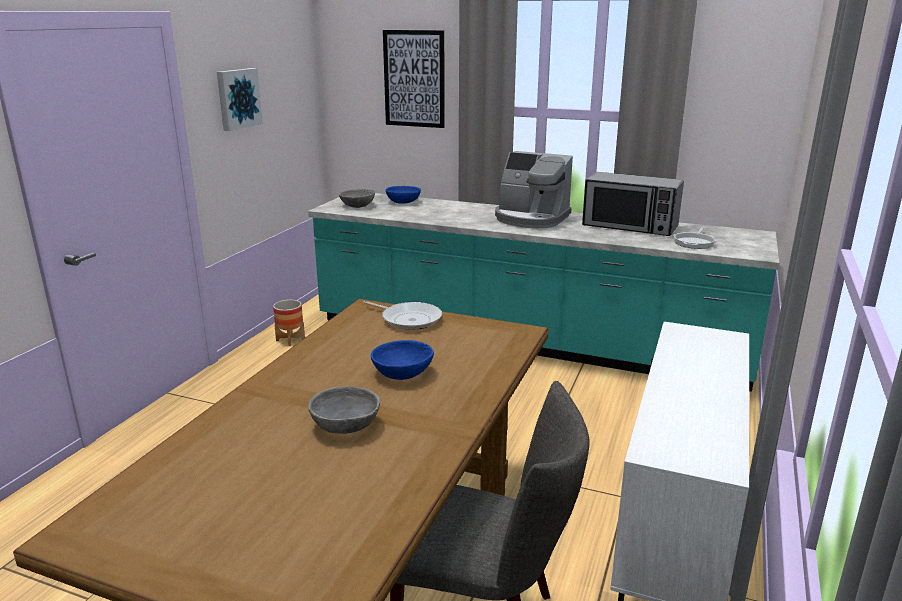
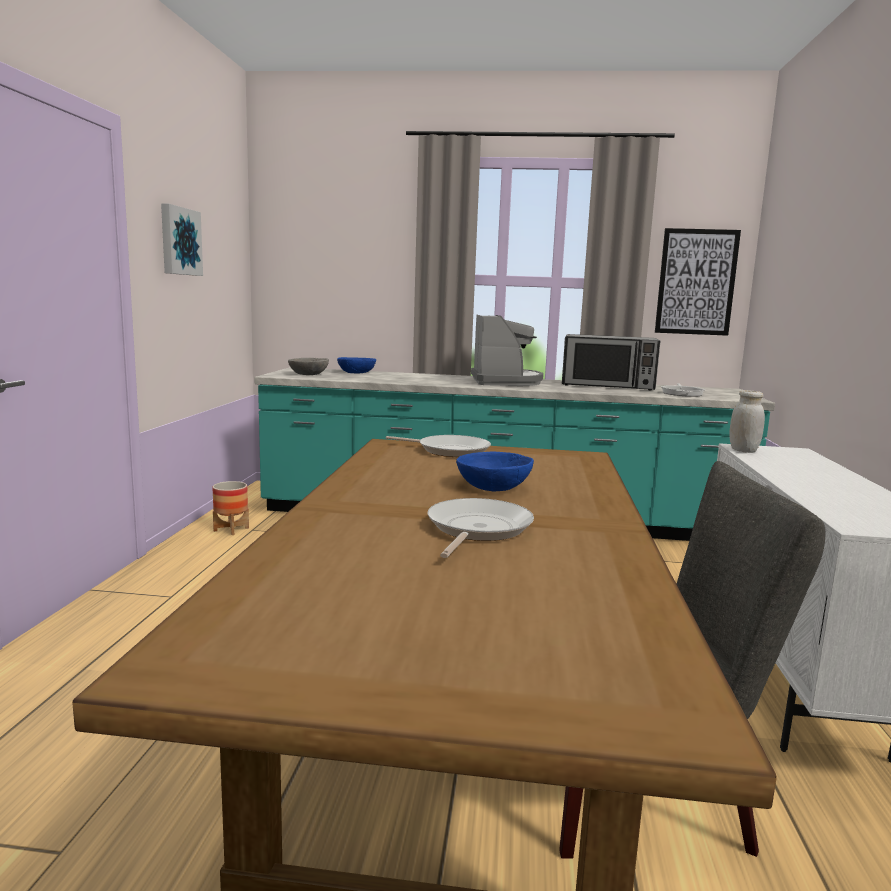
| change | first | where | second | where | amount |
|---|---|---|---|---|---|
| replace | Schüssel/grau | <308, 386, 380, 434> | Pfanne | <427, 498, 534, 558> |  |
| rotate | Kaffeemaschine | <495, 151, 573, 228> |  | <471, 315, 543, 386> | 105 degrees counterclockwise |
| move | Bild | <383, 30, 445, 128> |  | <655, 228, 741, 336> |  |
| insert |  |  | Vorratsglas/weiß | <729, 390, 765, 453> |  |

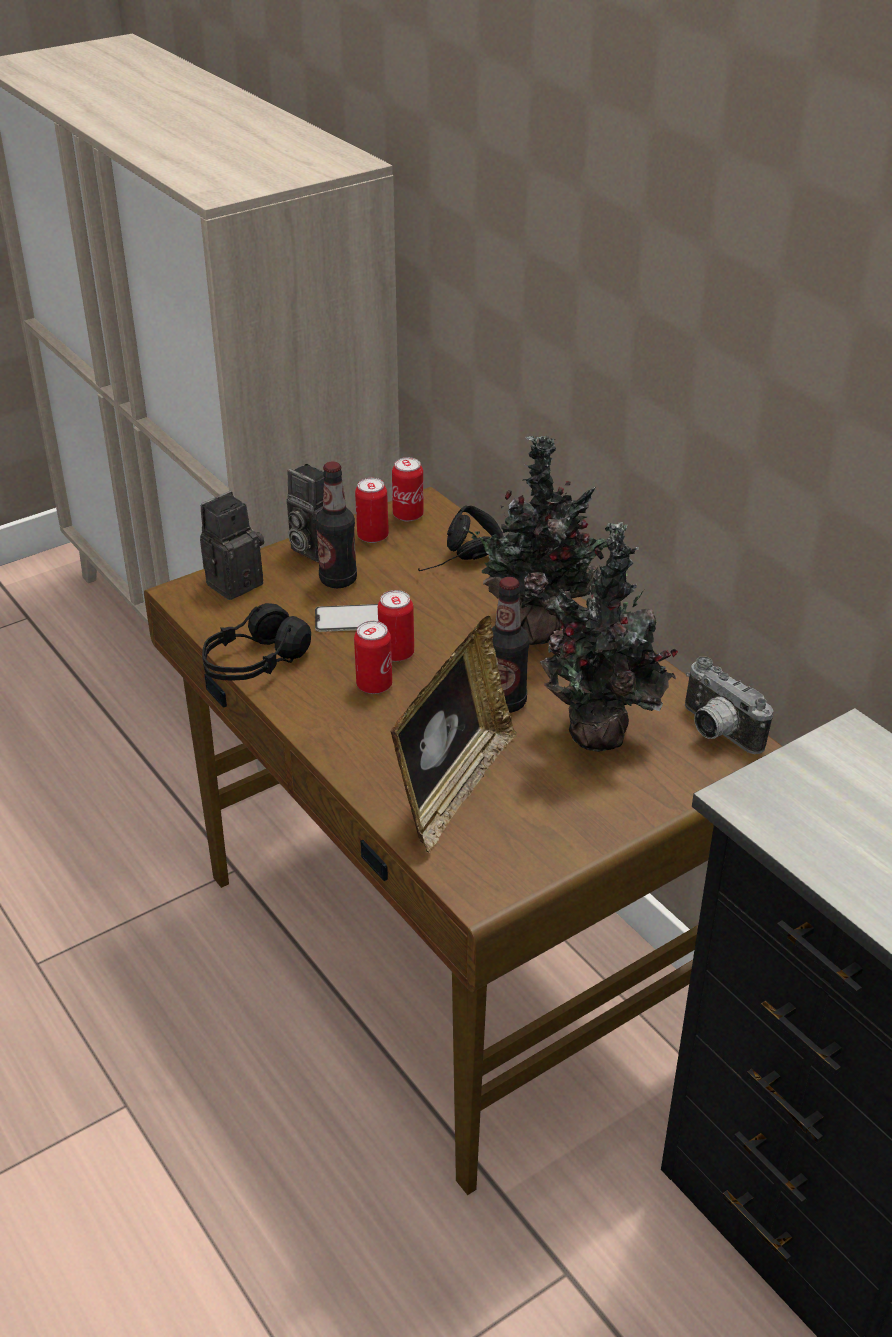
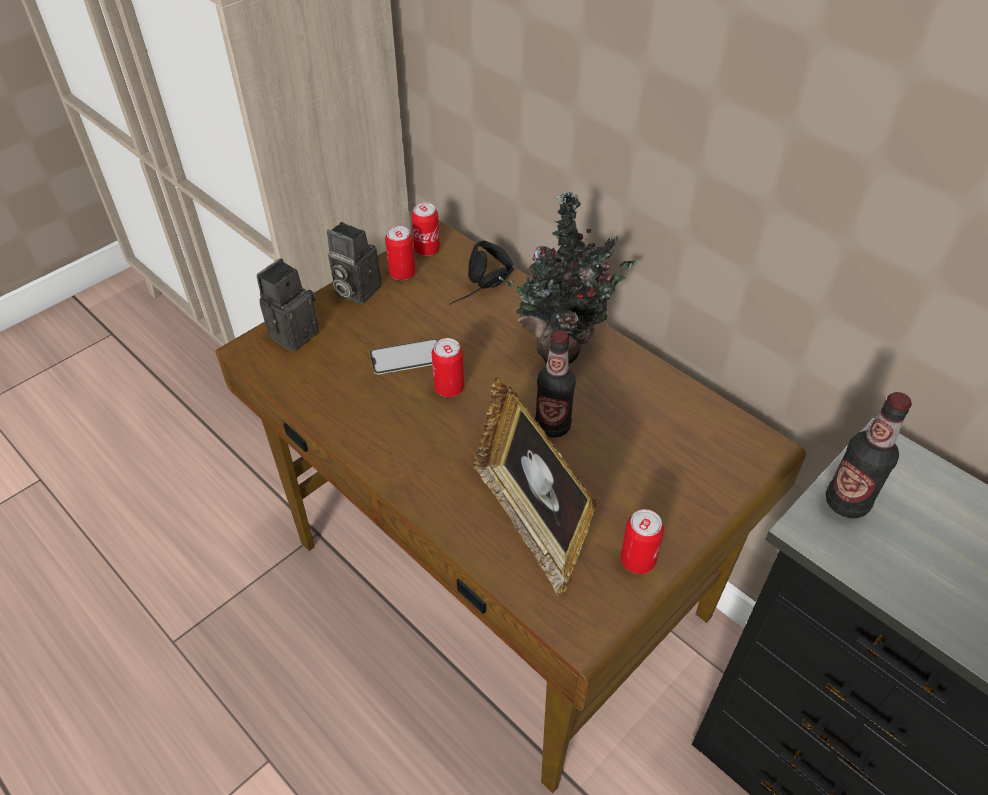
| change | first | where | second | where | amount |
|---|---|---|---|---|---|
| rotate | Bilderrahmen | <390, 616, 517, 853> |  | <473, 377, 598, 598> | 135 degrees clockwise |
| move | Dose | <354, 621, 392, 694> |  | <620, 509, 664, 574> |  |
| move | Flasche | <316, 461, 357, 588> |  | <826, 392, 912, 518> |  |
| delete | Kopfhörer/schwarz | <202, 603, 311, 680> |  |  |  |
| delete | Topfpflanze | <540, 522, 678, 752> |  |  |  |
| delete | Kamera | <685, 656, 773, 754> |  |  |  |

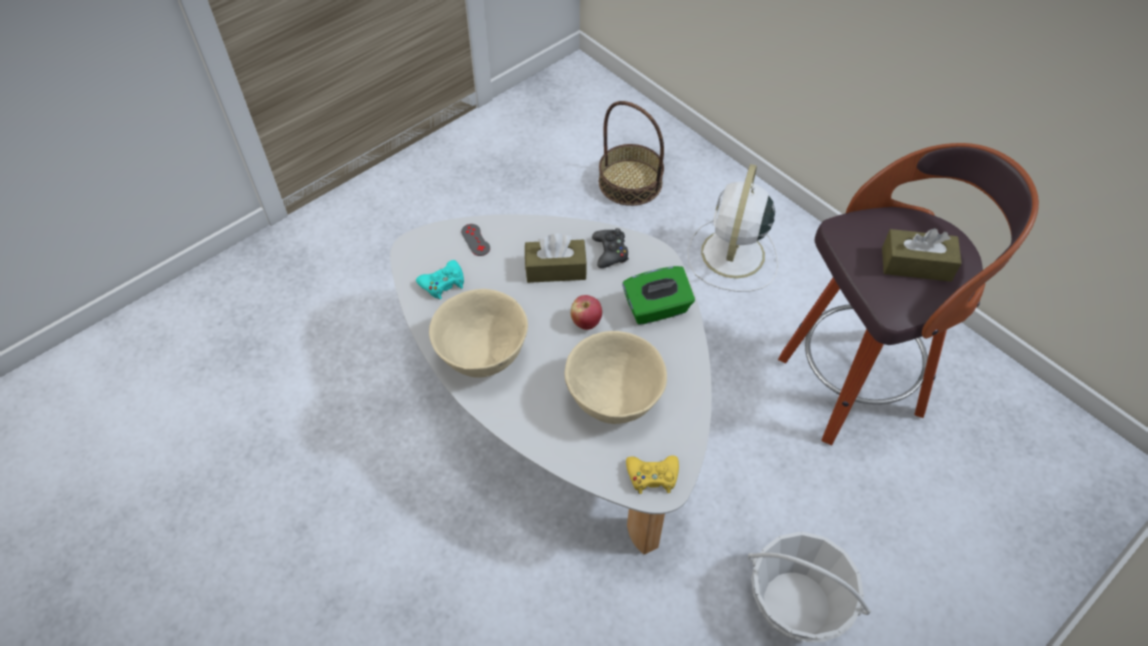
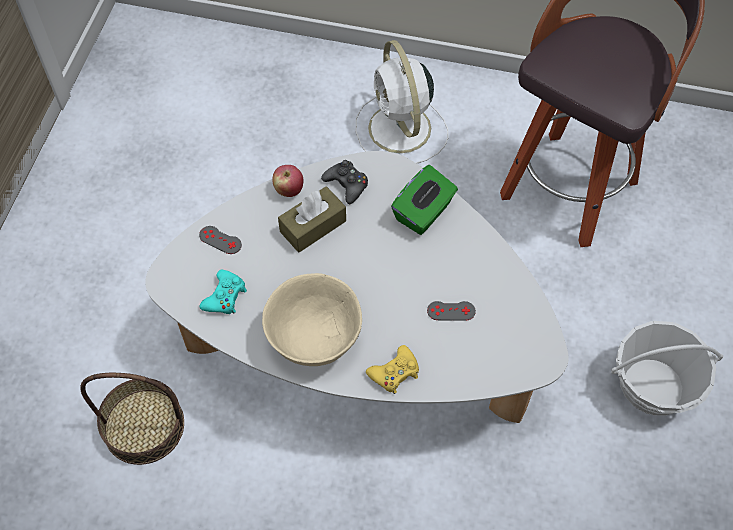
| change | first | where | second | where | amount |
|---|---|---|---|---|---|
| move | Korb | <599, 101, 664, 206> |  | <80, 373, 184, 465> |  |
| move | Apfel | <571, 295, 602, 330> |  | <273, 165, 303, 197> |  |
| move | Gamepad/gelb | <626, 456, 679, 494> |  | <366, 345, 419, 394> |  |
| replace | Schüssel/beige | <564, 331, 667, 424> | Gamepad/grau | <427, 301, 476, 321> |  |
| delete | Taschentuchbox/braun | <882, 228, 962, 282> |  |  |  |

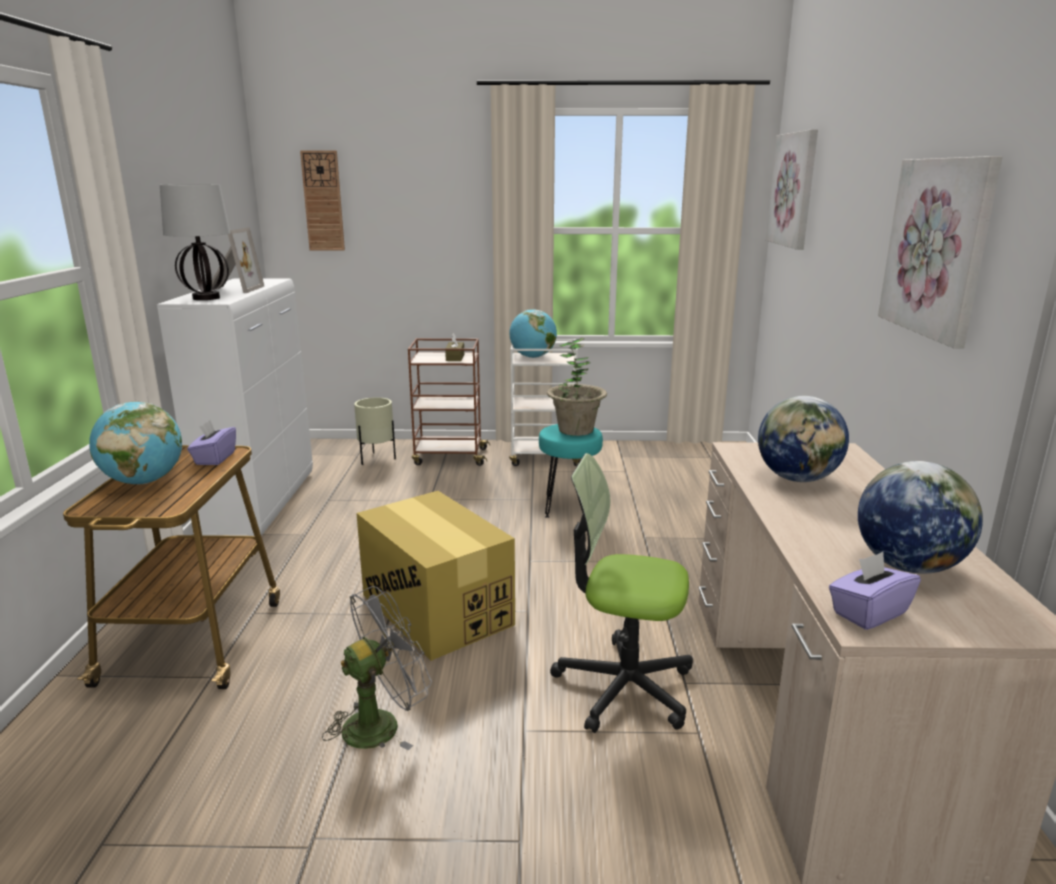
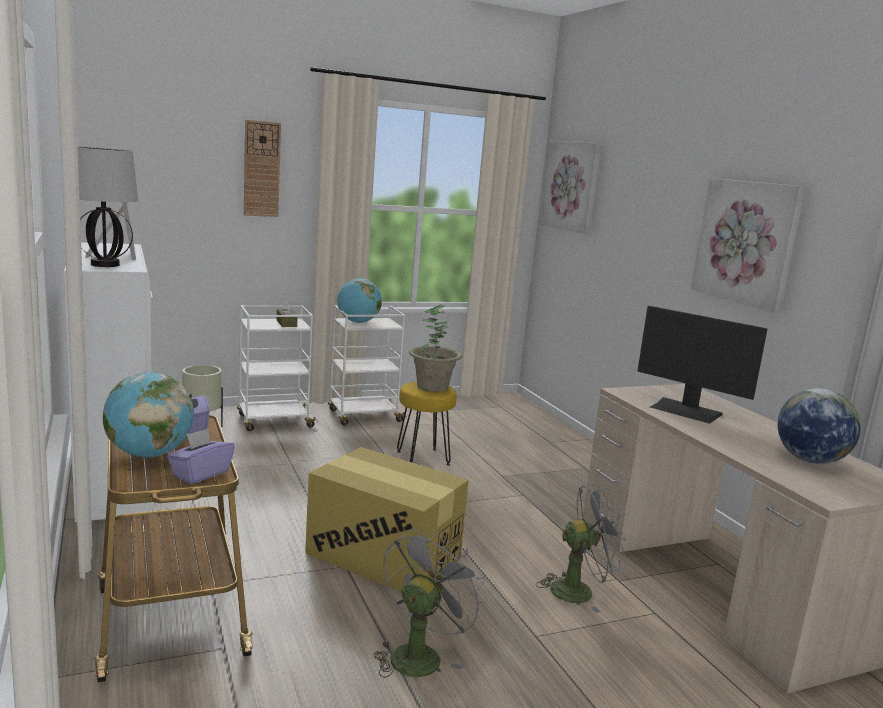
| change | first | where | second | where | amount |
|---|---|---|---|---|---|
| move | Taschentuchbox/lila | <829, 552, 921, 630> |  | <167, 428, 235, 484> |  |
| recolor | Rollwagen/braun | <408, 338, 490, 466> | Rollwagen/weiß | <237, 305, 318, 431> |  |
| move | Wanduhr | <300, 151, 345, 250> |  | <244, 120, 281, 217> |  |
| recolor | Hocker/türkis | <539, 424, 603, 518> | Hocker/gelb | <397, 381, 457, 465> |  |
| replace | Bürostuhl | <550, 453, 693, 733> | Ventilator/grau | <536, 485, 626, 613> |  |
| replace | Globus | <758, 396, 849, 482> | Monitor | <637, 306, 768, 424> |  |

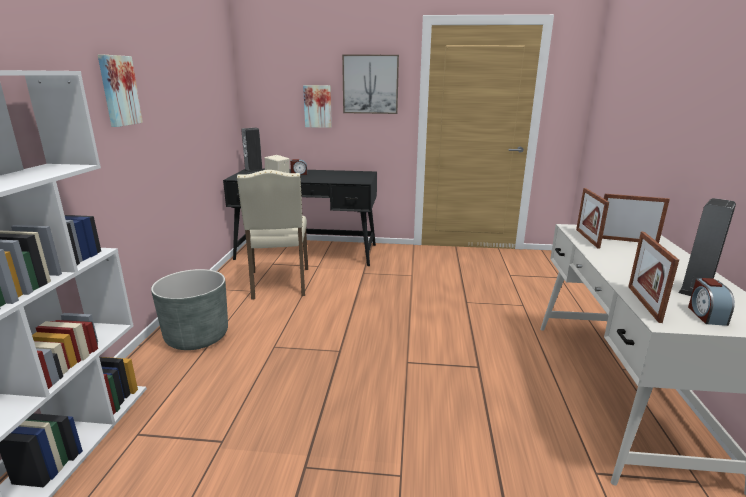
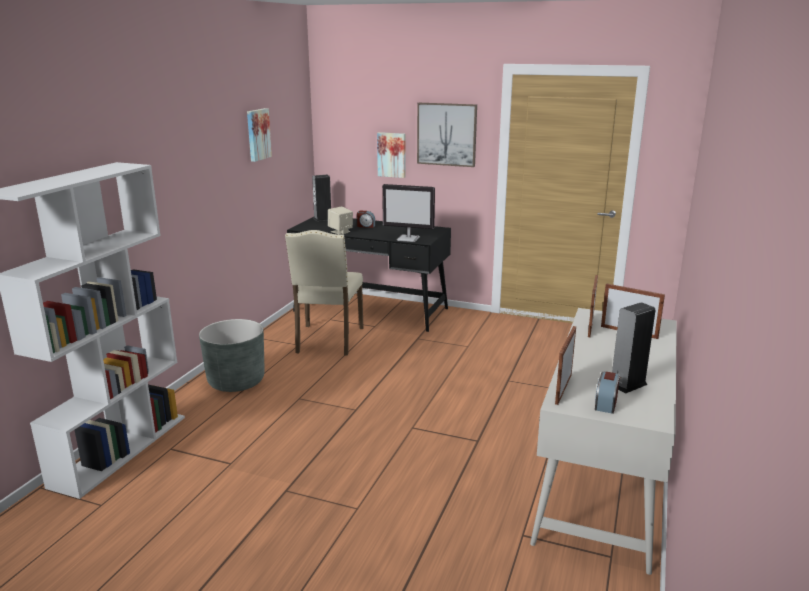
| change | first | where | second | where | amount |
|---|---|---|---|---|---|
| move | Bild | <98, 55, 143, 127> |  | <247, 108, 272, 162> |  |
| insert |  |  | Monitor | <382, 184, 435, 242> |  |

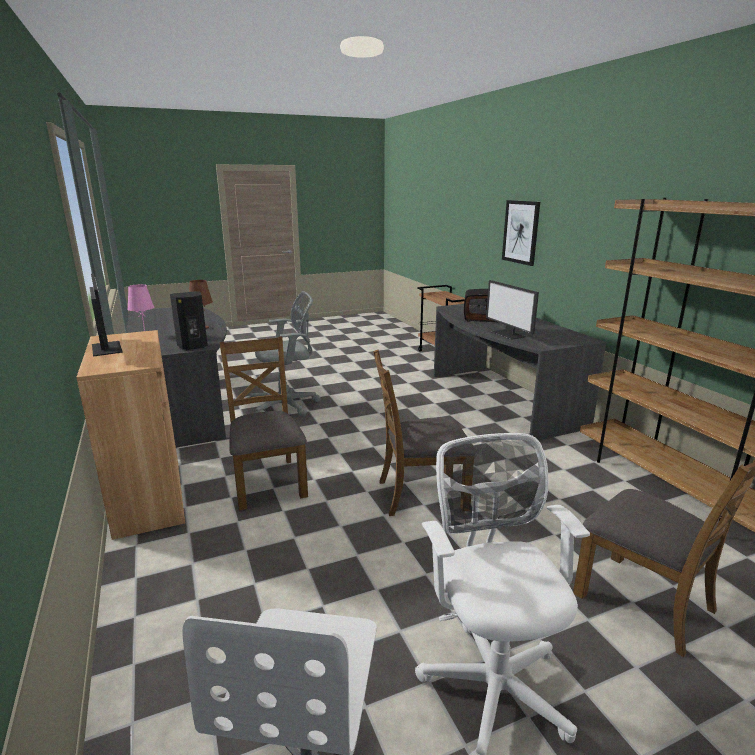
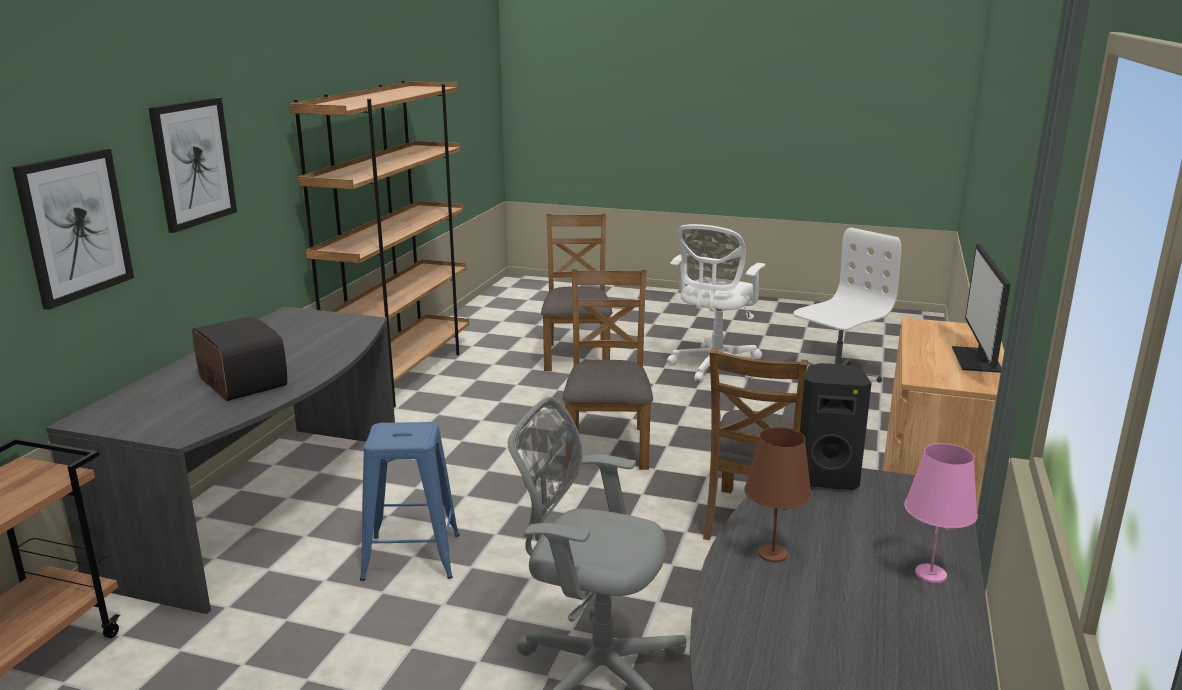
| change | first | where | second | where | amount |
|---|---|---|---|---|---|
| insert |  |  | Bild | <149, 98, 237, 233> |  |
| insert |  |  | Hocker/blau | <360, 422, 460, 581> |  |
| rotate | Stuhl/braun | <373, 350, 473, 516> |  | <563, 269, 653, 470> | 120 degrees counterclockwise |
| delete | Monitor | <486, 280, 539, 340> |  |  |  |

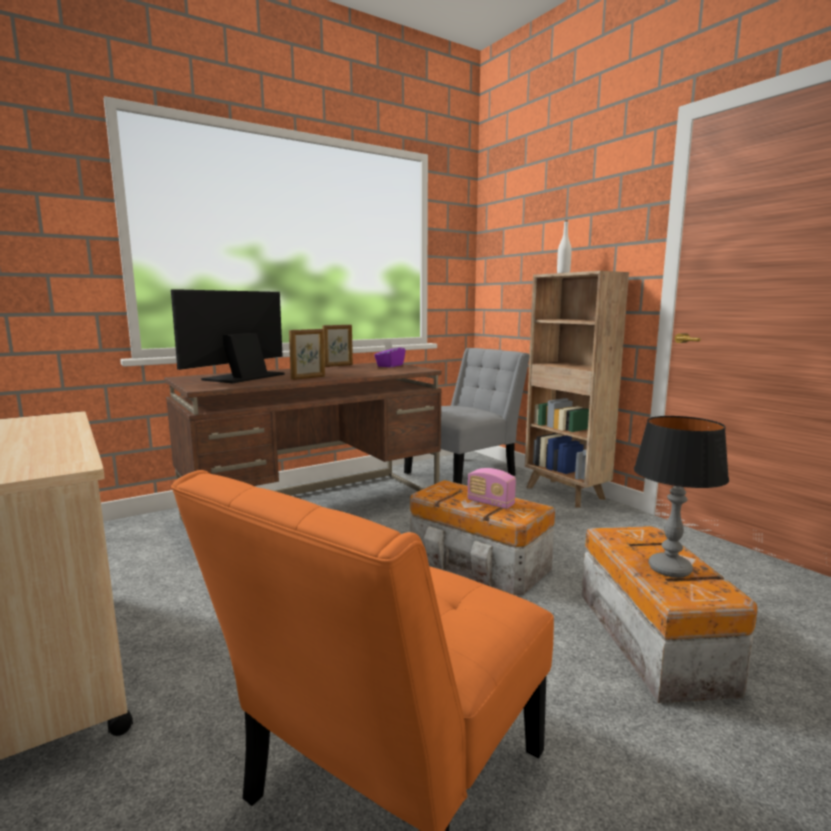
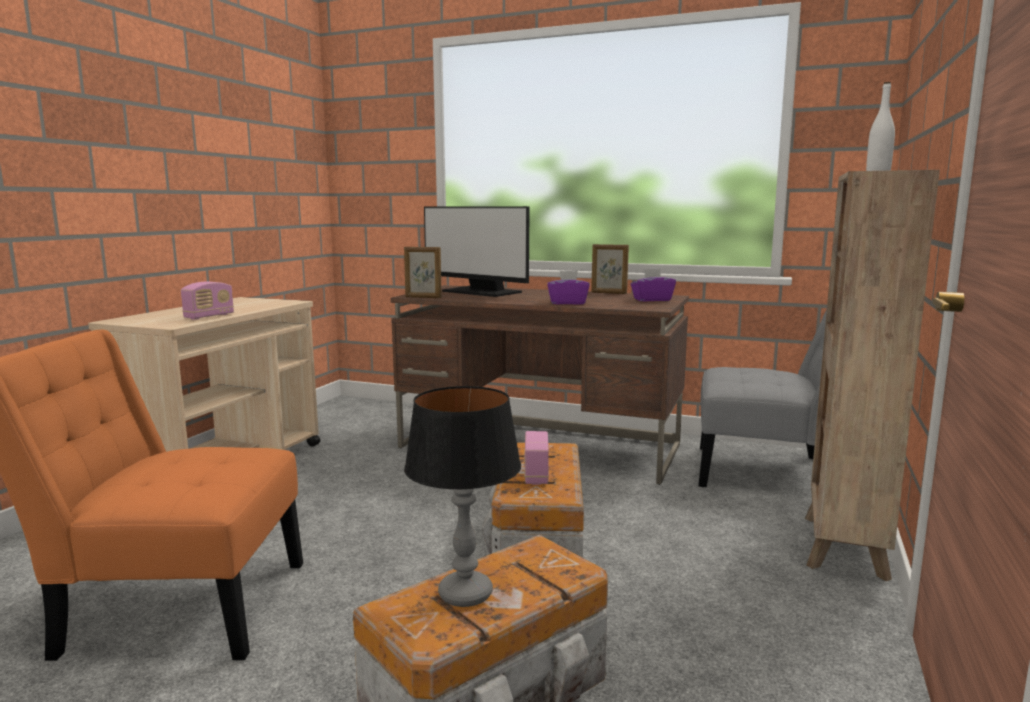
| change | first | where | second | where | amount |
|---|---|---|---|---|---|
| insert |  |  | Radio | <181, 282, 234, 320> |  |
| move | Bilderrahmen | <289, 329, 325, 380> |  | <404, 247, 441, 298> |  |
| rotate | Monitor | <171, 289, 285, 383> |  | <424, 206, 530, 297> | 135 degrees counterclockwise |
| insert |  |  | Taschentuchbox/lila | <547, 271, 590, 305> |  |

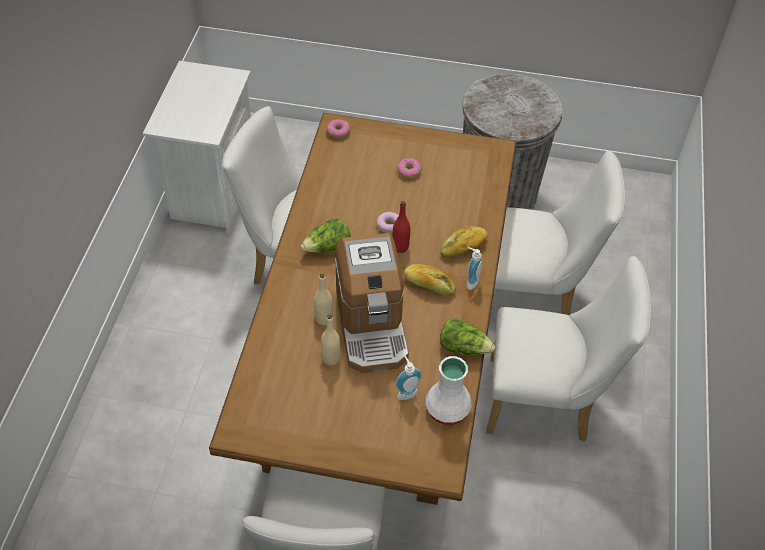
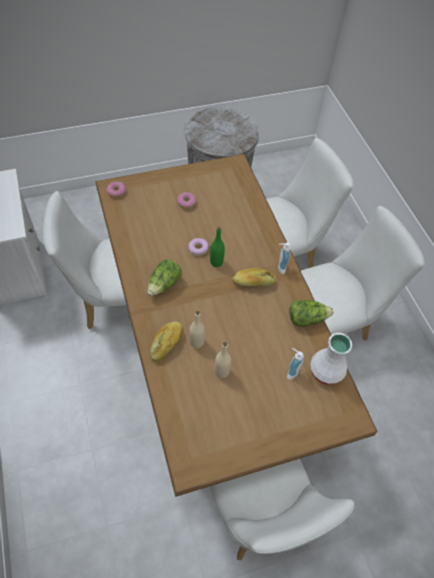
| change | first | where | second | where | amount |
|---|---|---|---|---|---|
| move | Brot | <440, 226, 488, 258> |  | <150, 321, 183, 361> |  |
| recolor | Flasche/rot | <393, 201, 410, 253> | Flasche/grün | <210, 227, 225, 267> |  |
| delete | Kaffeemaschine | <335, 233, 409, 373> |  |  |  |

